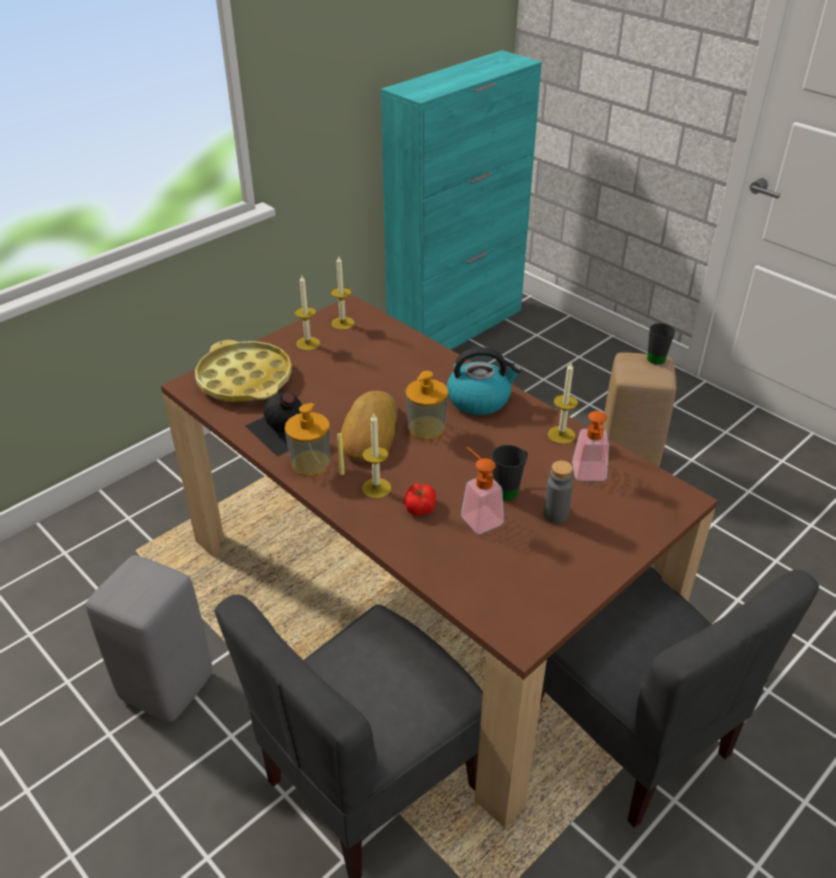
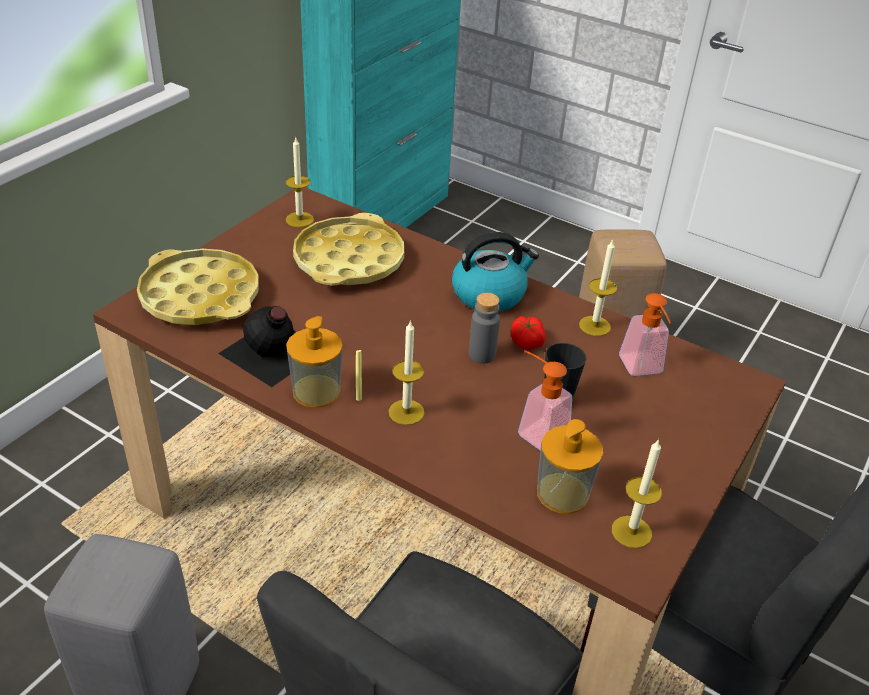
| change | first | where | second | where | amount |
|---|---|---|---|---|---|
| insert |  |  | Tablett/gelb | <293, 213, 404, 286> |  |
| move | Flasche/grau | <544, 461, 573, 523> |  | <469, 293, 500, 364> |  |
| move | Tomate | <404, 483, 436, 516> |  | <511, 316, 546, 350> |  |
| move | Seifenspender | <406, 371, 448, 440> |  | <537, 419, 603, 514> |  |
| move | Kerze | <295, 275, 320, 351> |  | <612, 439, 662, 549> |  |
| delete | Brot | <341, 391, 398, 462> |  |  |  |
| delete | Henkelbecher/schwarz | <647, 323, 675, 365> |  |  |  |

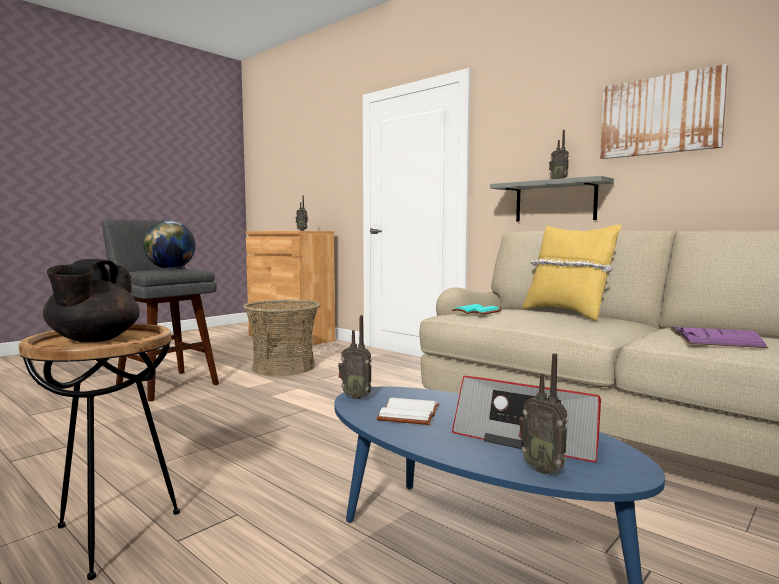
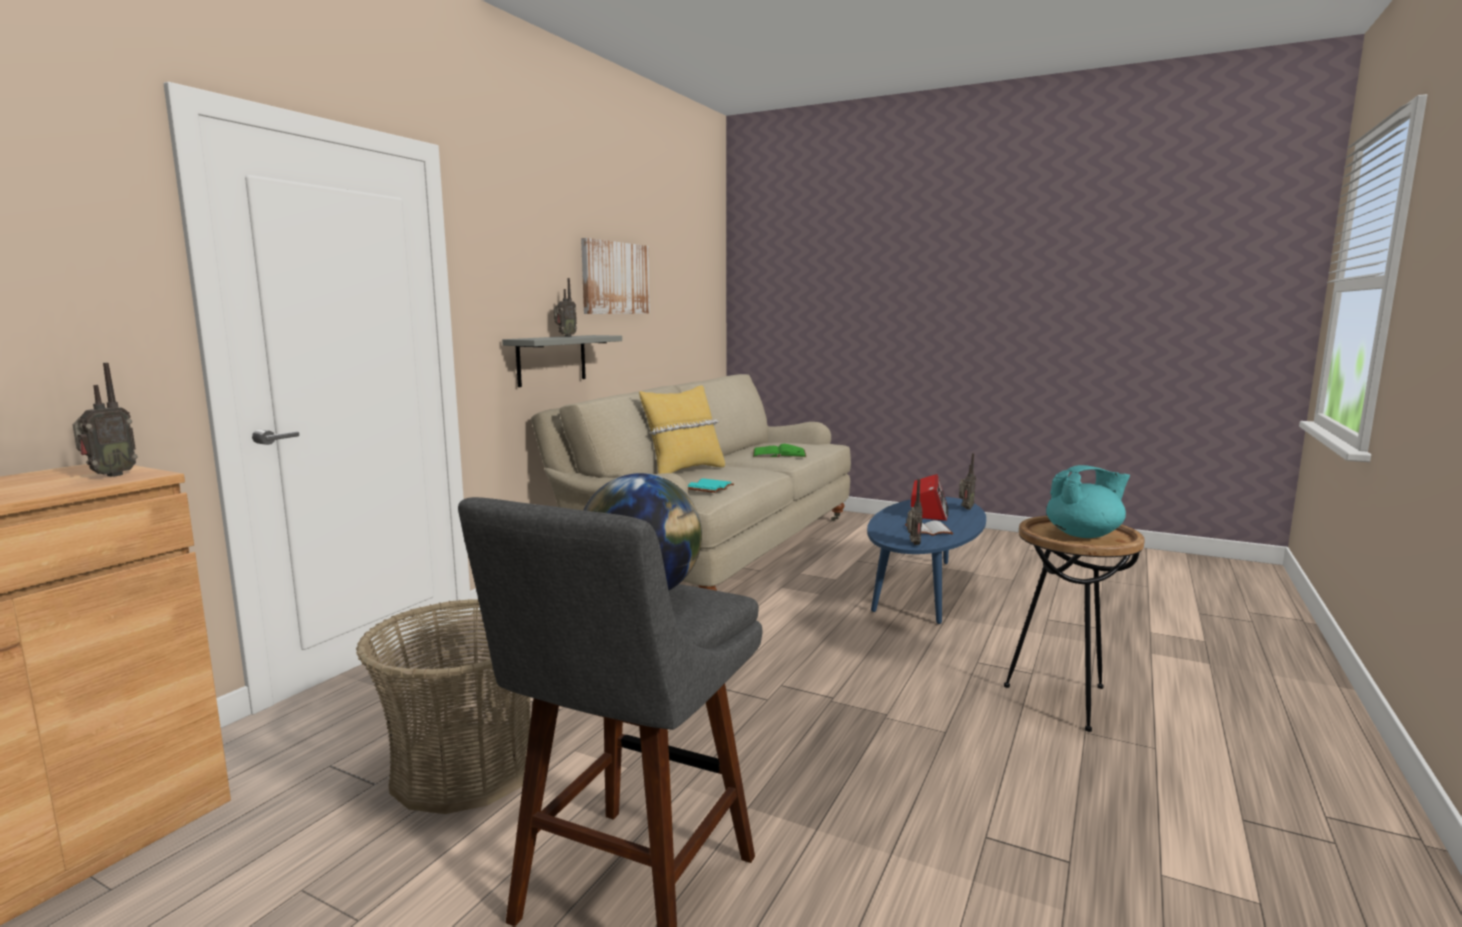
| change | first | where | second | where | amount |
|---|---|---|---|---|---|
| recolor | Buch/lila | <670, 327, 768, 348> | Buch/grün | <753, 444, 806, 457> |  |
| recolor | Teekanne/schwarz | <43, 259, 140, 343> | Teekanne/türkis | <1046, 465, 1130, 538> |  |

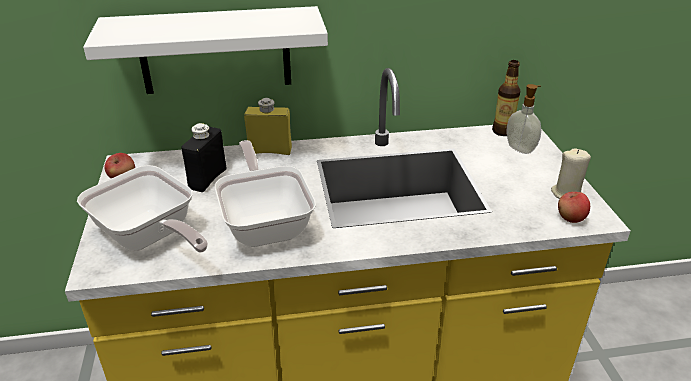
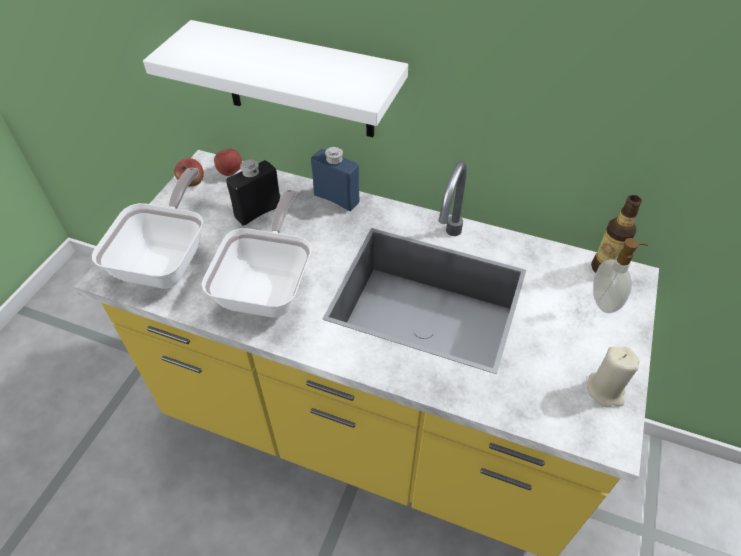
| change | first | where | second | where | amount |
|---|---|---|---|---|---|
| rotate | Pfanne | <77, 165, 208, 253> |  | <92, 168, 203, 289> | 150 degrees counterclockwise |
| move | Apfel | <558, 192, 590, 223> |  | <214, 149, 242, 176> |  |
| recolor | Flasche/gelb | <244, 98, 292, 155> | Flasche/blau | <311, 147, 359, 211> |  |

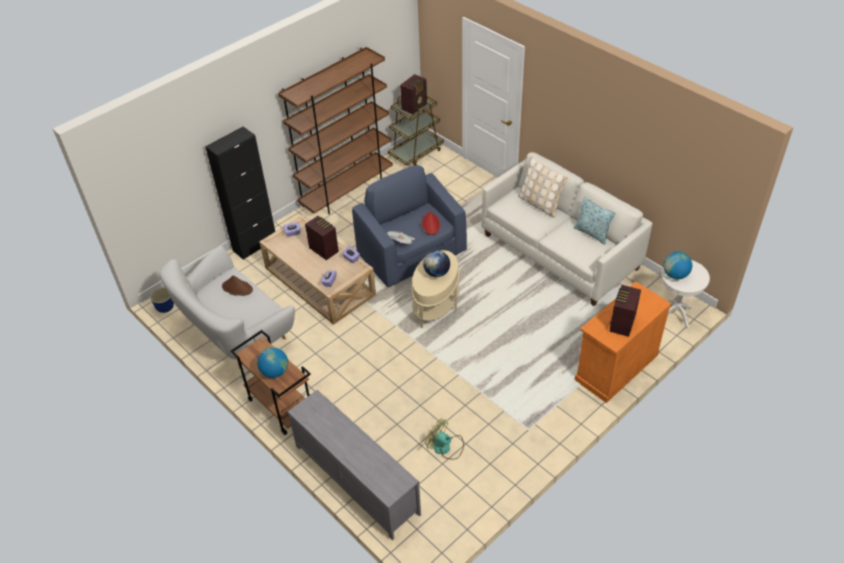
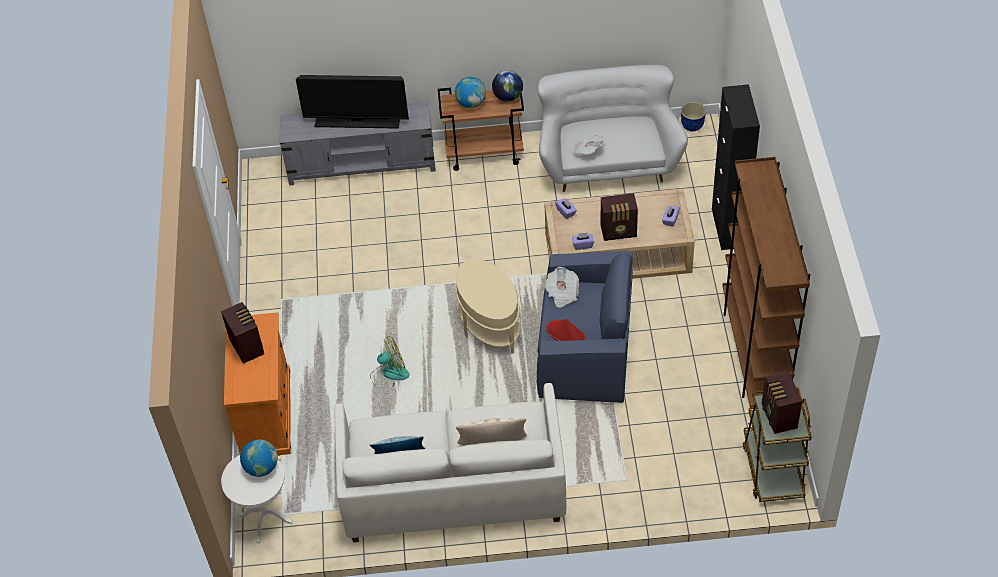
| change | first | where | second | where | amount |
|---|---|---|---|---|---|
| insert |  |  | Fernseher | <296, 75, 409, 129> |  |
| move | Ventilator | <425, 419, 464, 460> |  | <370, 336, 409, 387> |  |
| move | Globus | <423, 250, 450, 277> |  | <492, 70, 523, 102> |  |
| insert |  |  | Zeitung | <572, 135, 604, 155> |  |
| delete | Hut/braun | <222, 275, 253, 296> |  |  |  |

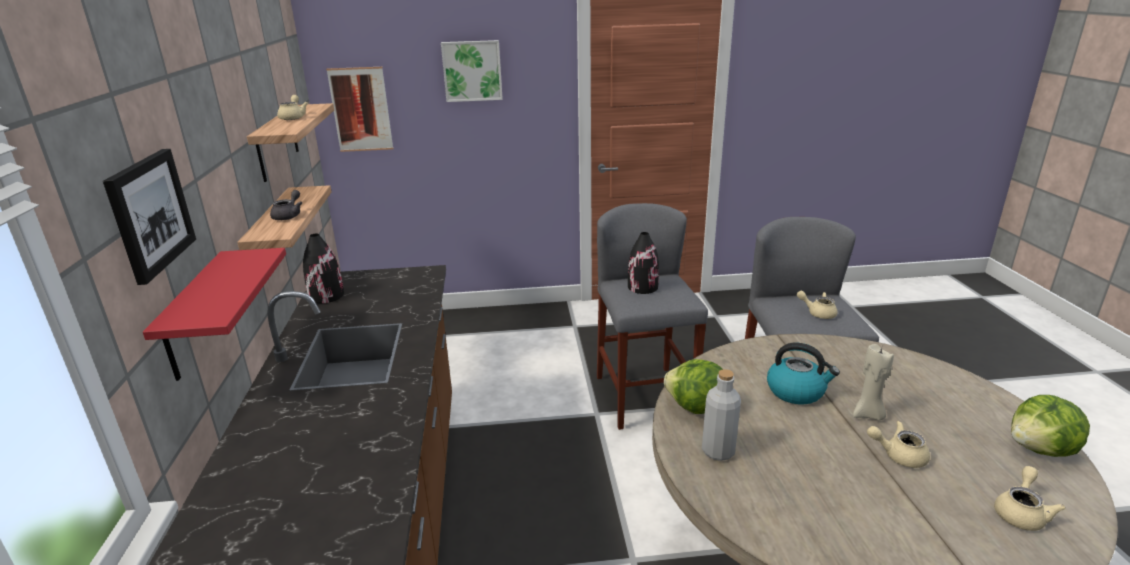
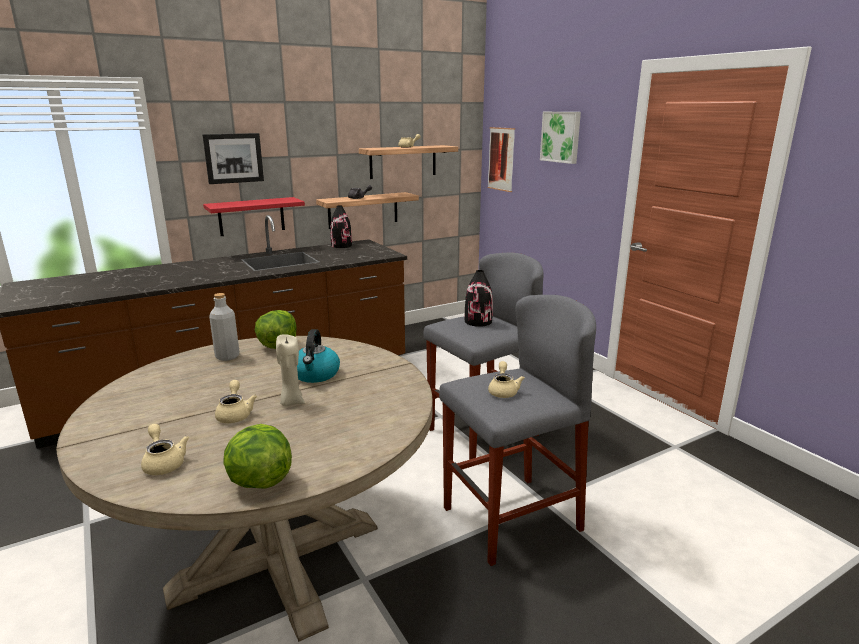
| change | first | where | second | where | amount |
|---|---|---|---|---|---|
| rotate | Teekanne/beige | <994, 466, 1066, 531> |  | <141, 424, 189, 475> | 135 degrees counterclockwise |

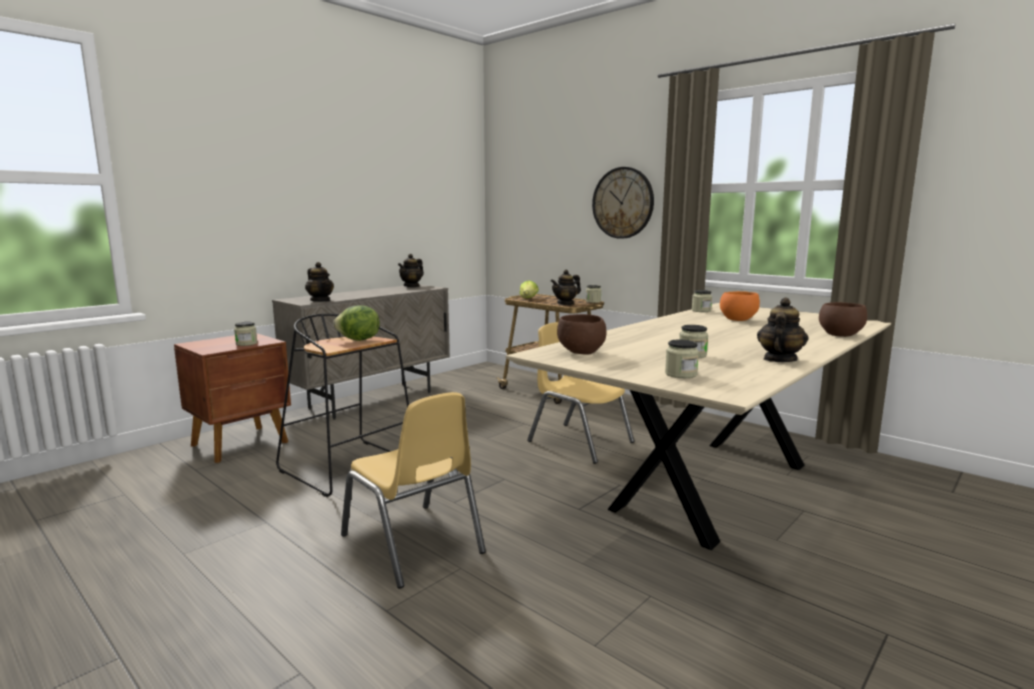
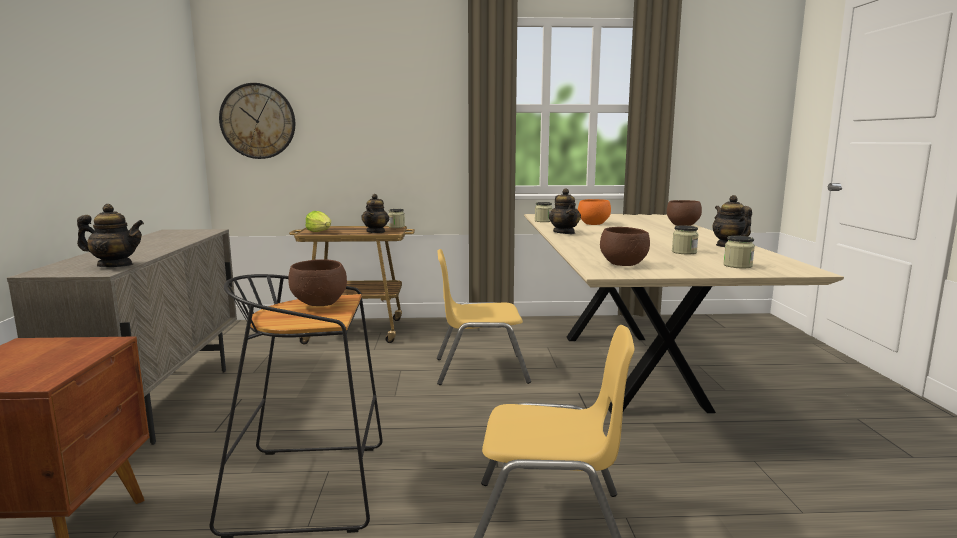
| change | first | where | second | where | amount |
|---|---|---|---|---|---|
| move | Wanduhr | <592, 167, 654, 239> |  | <219, 83, 295, 159> |  |
| replace | Salatkopf | <333, 305, 380, 341> | Schüssel/braun | <288, 259, 347, 306> |  |
| move | Teekanne | <398, 254, 424, 287> |  | <549, 188, 581, 234> |  |
| delete | Vorratsglas | <234, 322, 257, 346> |  |  |  |

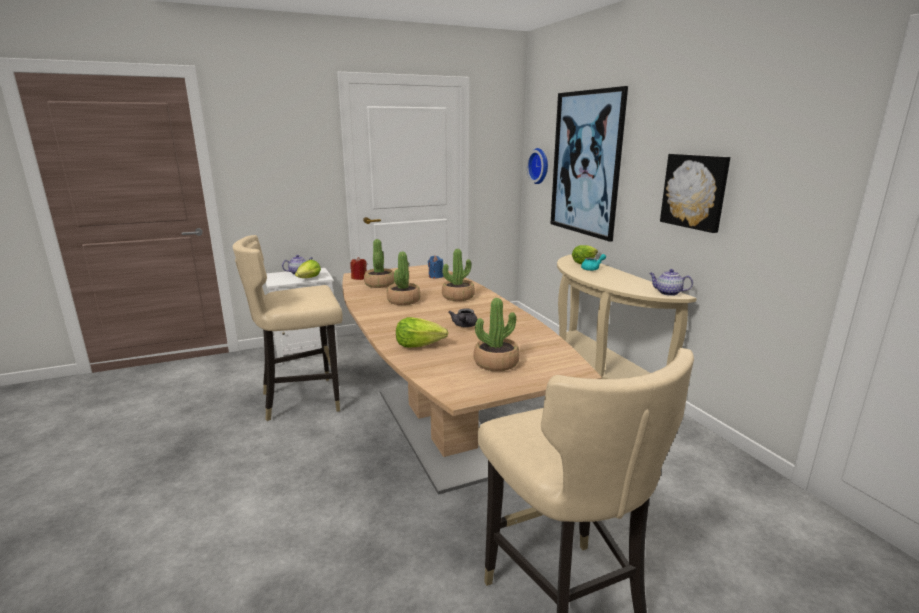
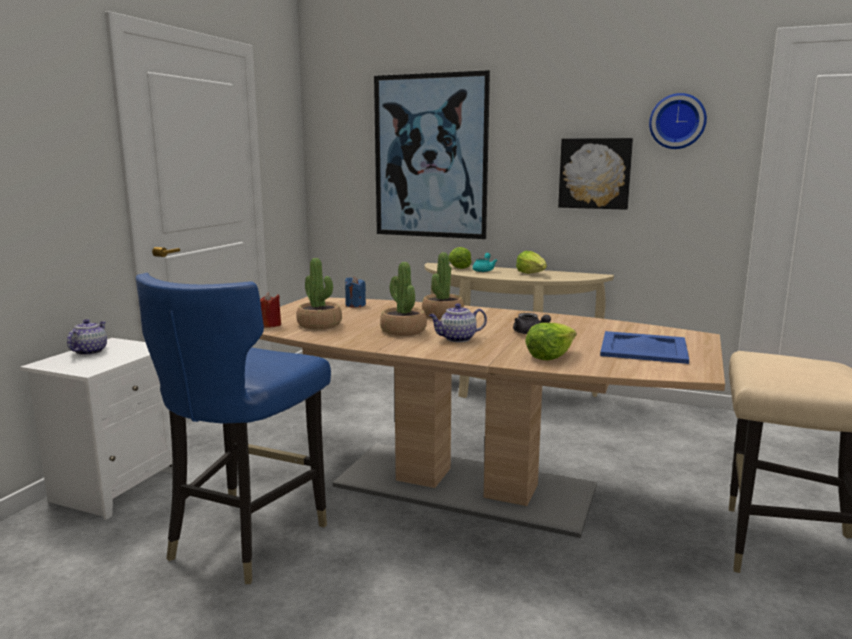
| change | first | where | second | where | amount |
|---|---|---|---|---|---|
| recolor | Stuhl/beige | <233, 235, 343, 421> | Stuhl/blau | <136, 273, 331, 584> |  |
| move | Teekanne | <649, 269, 693, 296> |  | <429, 303, 487, 342> |  |
| move | Salatkopf | <295, 260, 321, 278> |  | <516, 251, 547, 274> |  |
| replace | Topfpflanze | <473, 298, 520, 371> | Tablett/blau | <600, 331, 689, 364> |  |
| move | Wanduhr | <527, 148, 548, 184> |  | <649, 93, 707, 149> |  |

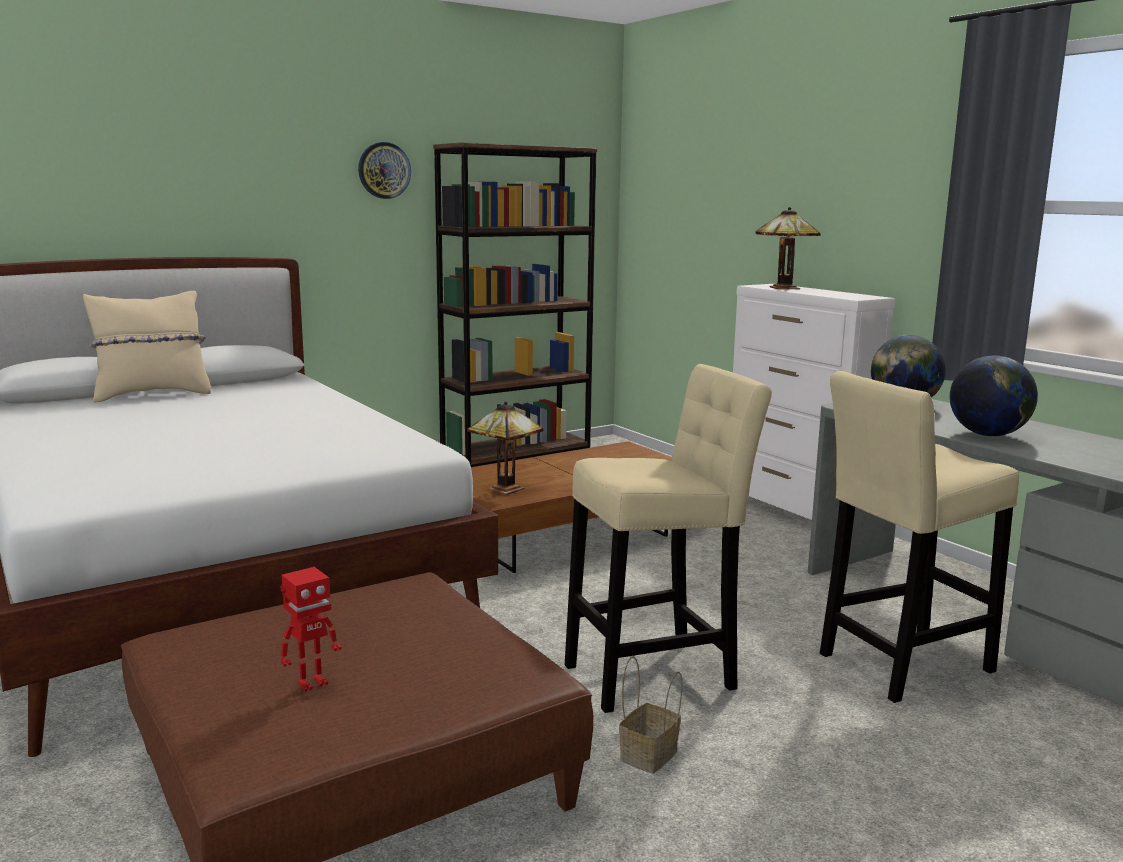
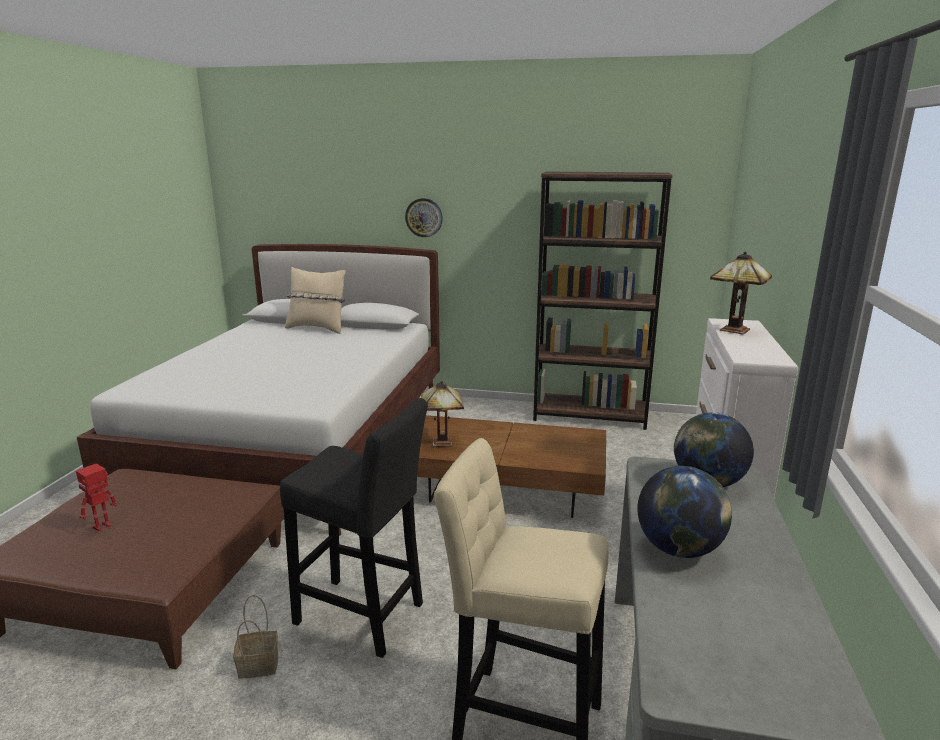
| change | first | where | second | where | amount |
|---|---|---|---|---|---|
| rotate | Spielzeugroboter | <280, 567, 342, 692> |  | <76, 464, 117, 531> | 120 degrees clockwise |
| recolor | Hocker/beige | <565, 364, 772, 713> | Hocker/schwarz | <280, 398, 428, 658> |  |
| move | Wanduhr | <358, 142, 411, 199> |  | <405, 198, 443, 237> |  |

